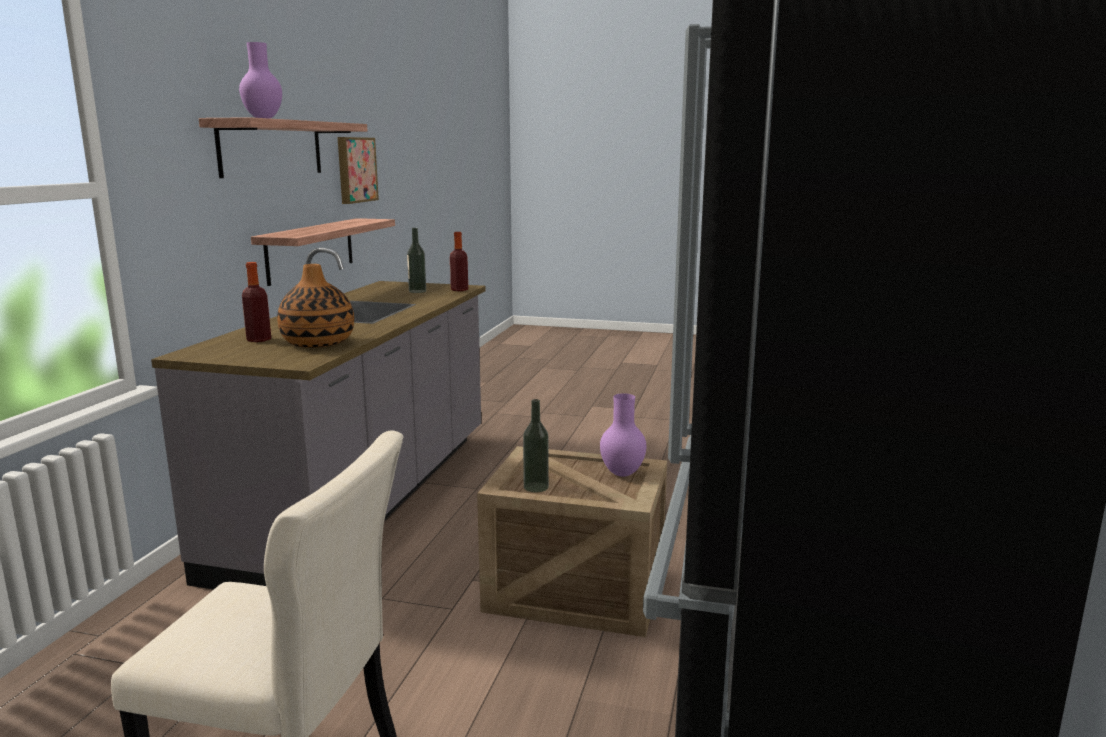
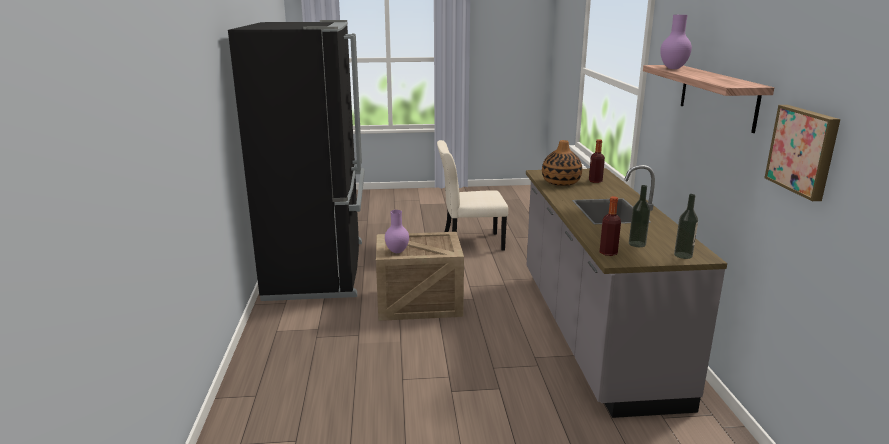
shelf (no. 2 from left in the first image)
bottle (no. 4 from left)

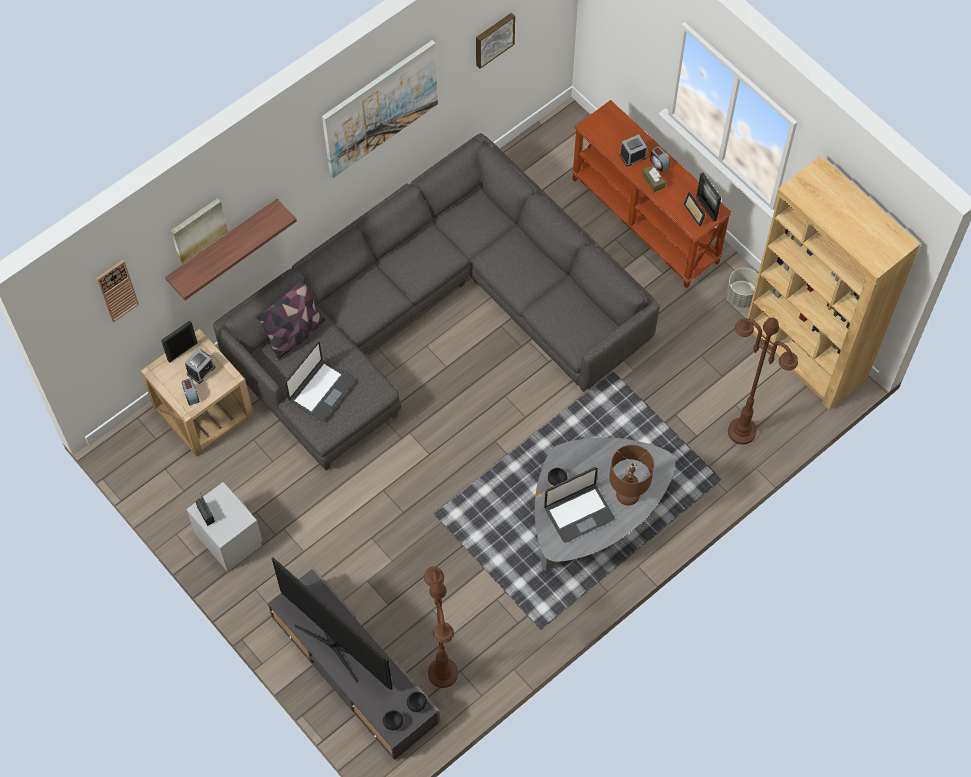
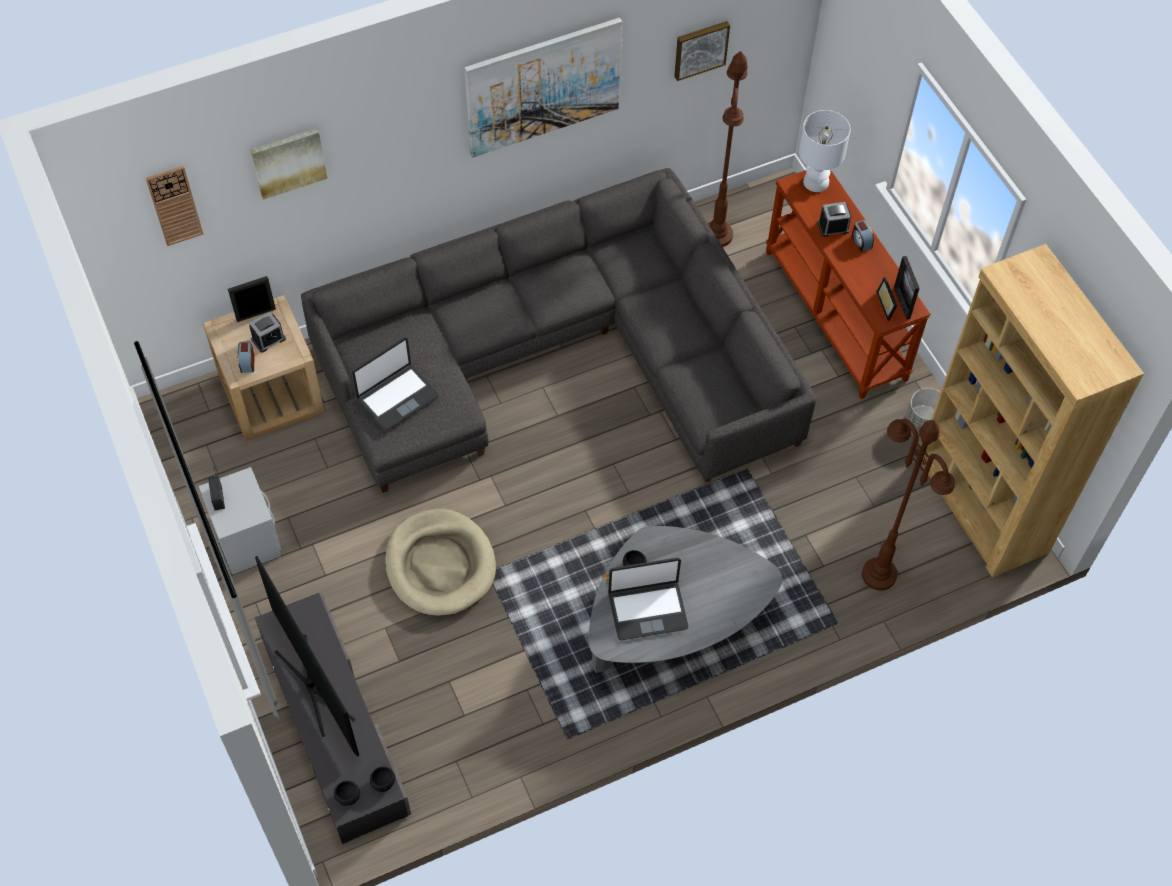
shelf
pillow
brown table lamp
brown tissue box
beige dog bed
white table lamp
brown floor lamp (no. 1 from left)

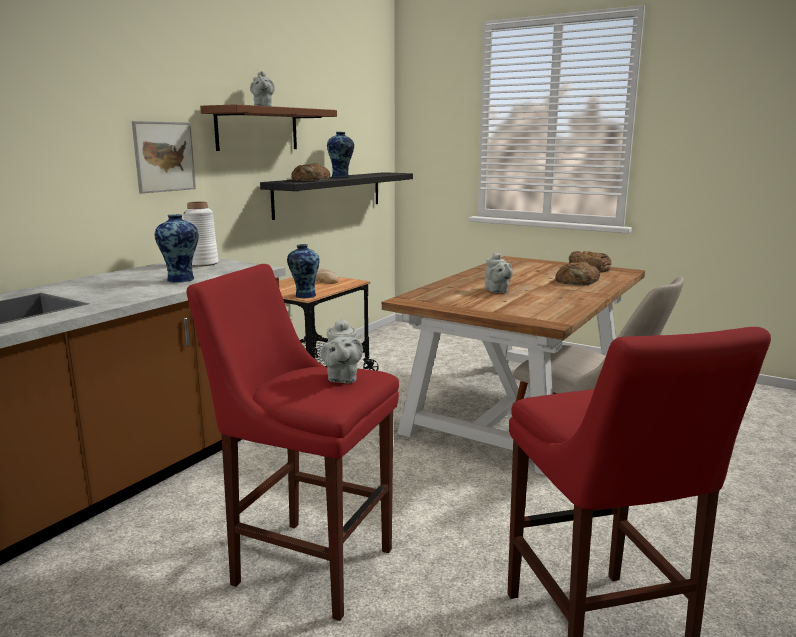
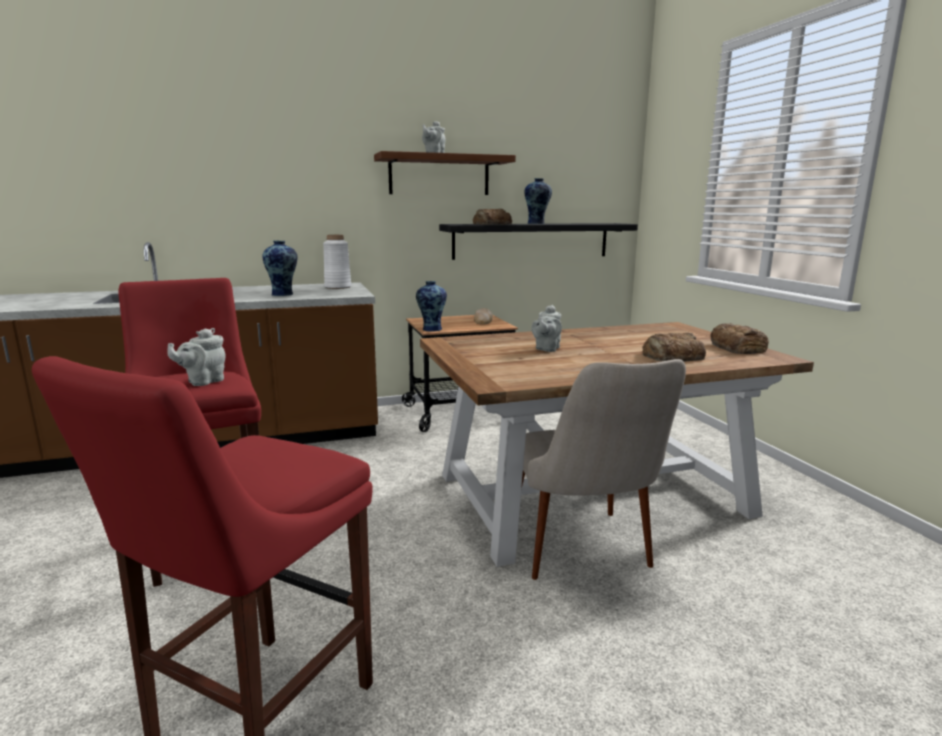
picture

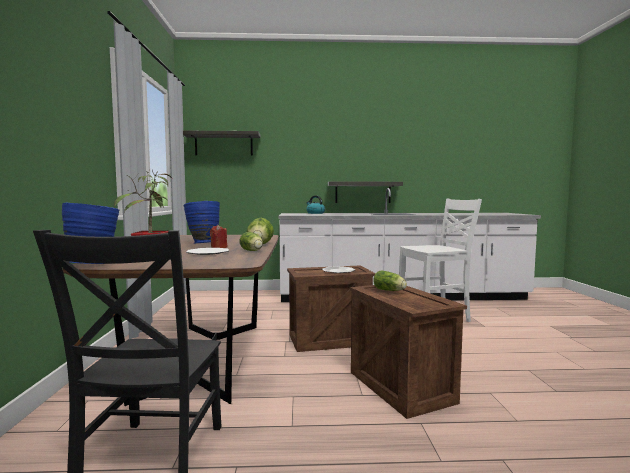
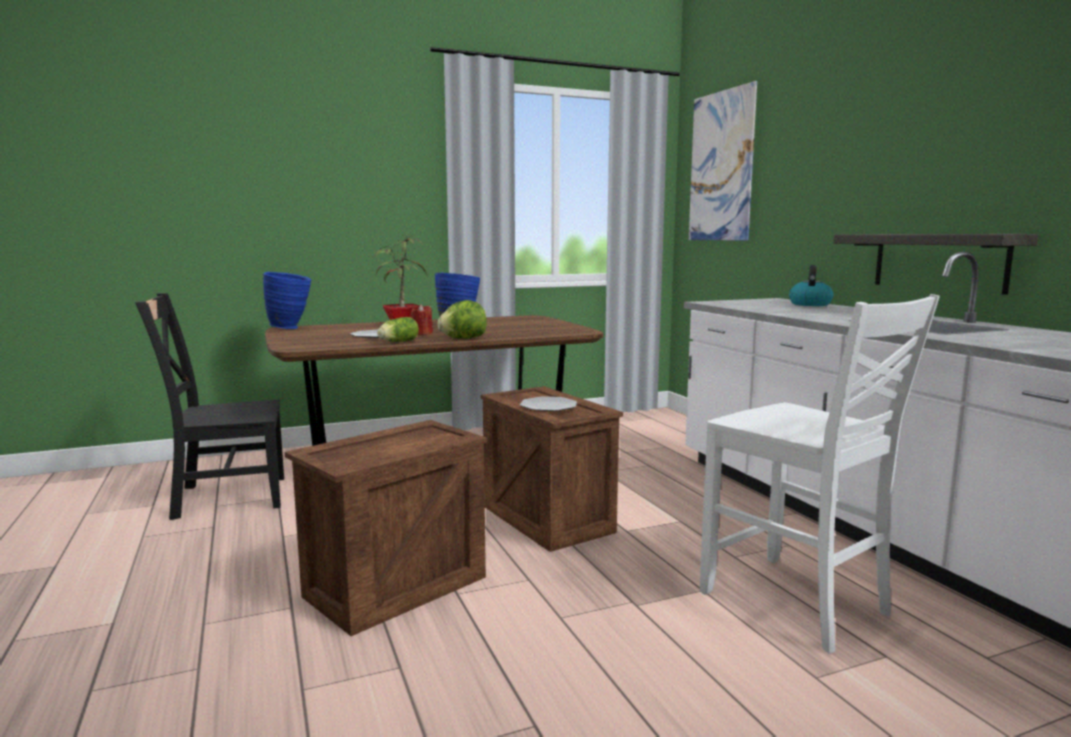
lettuce (no. 3 from left in the first image)
picture

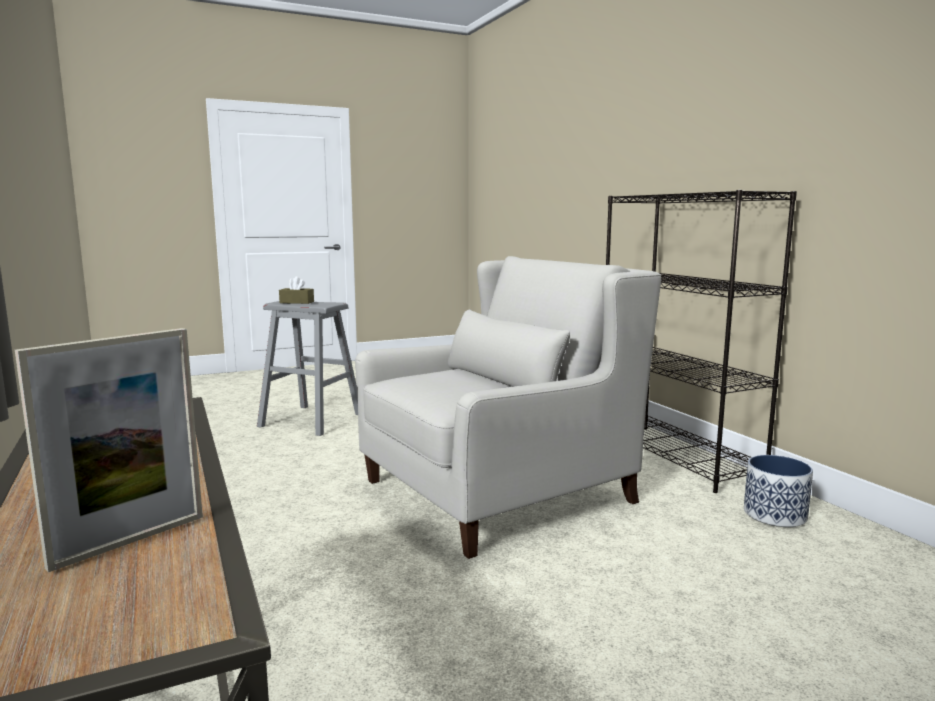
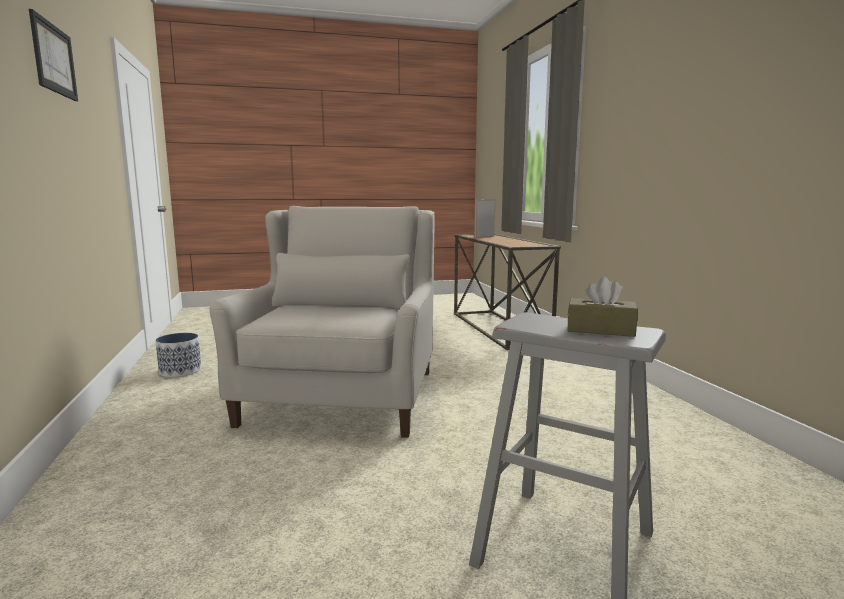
black bookcase
picture
white armchair

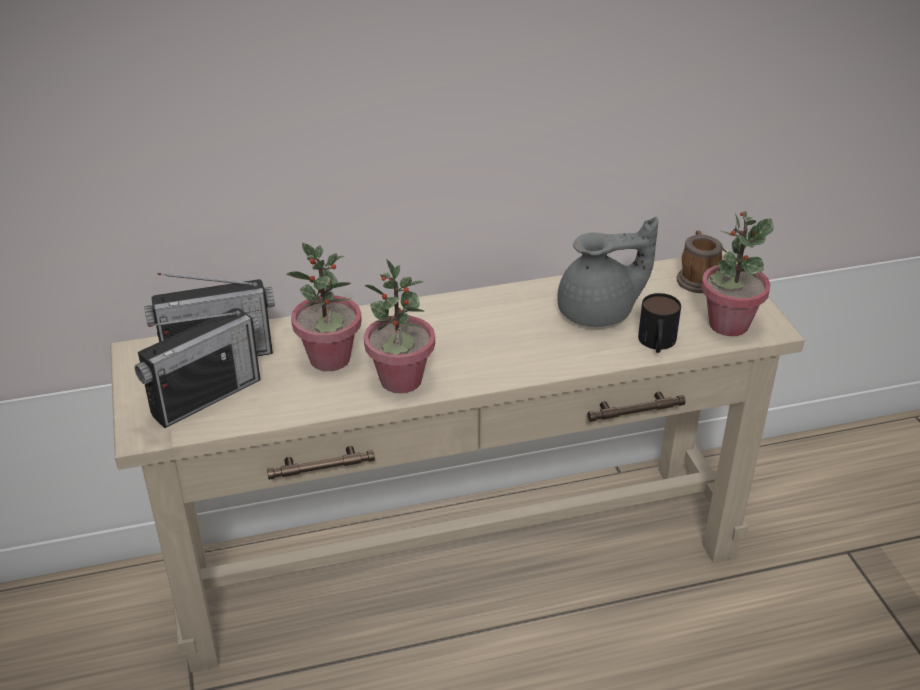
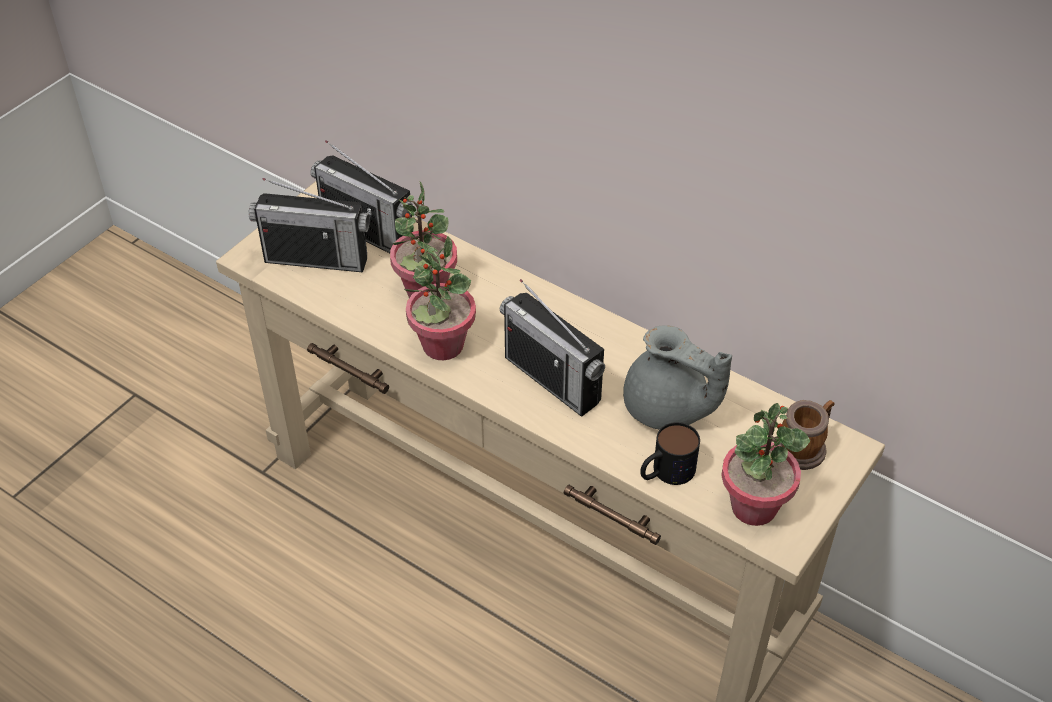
radio (no. 3 from left)

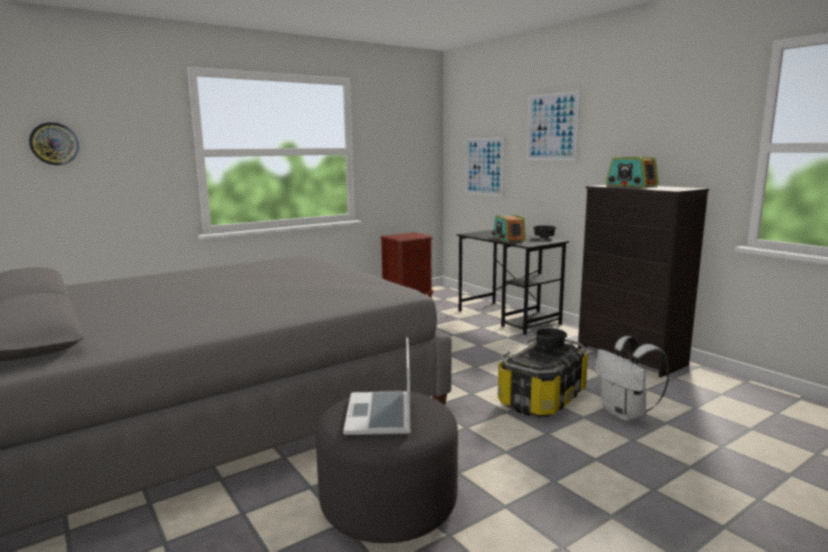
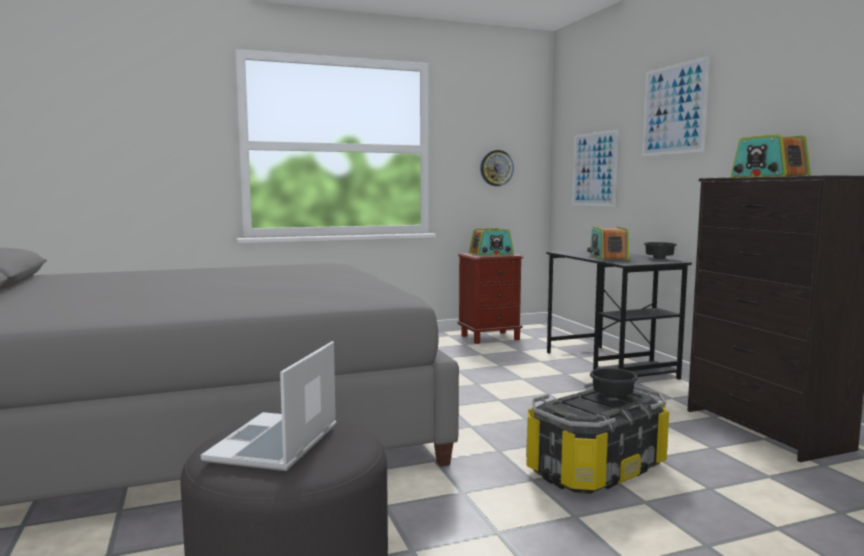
white backpack
radio (no. 1 from left)
wall clock

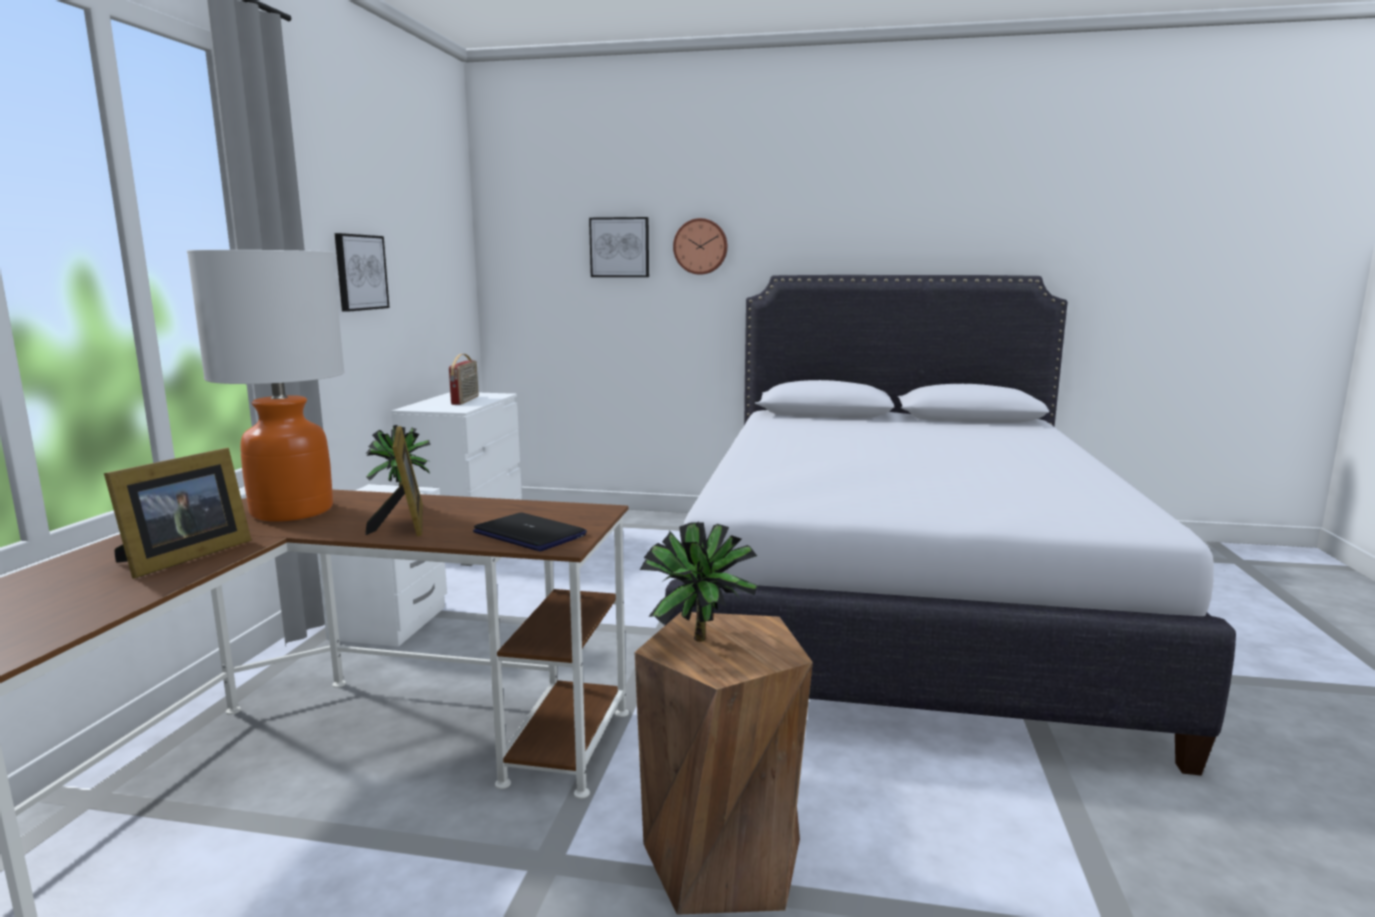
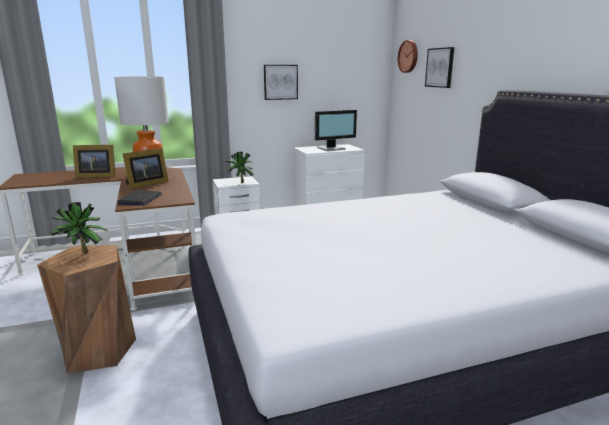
wall clock
monitor

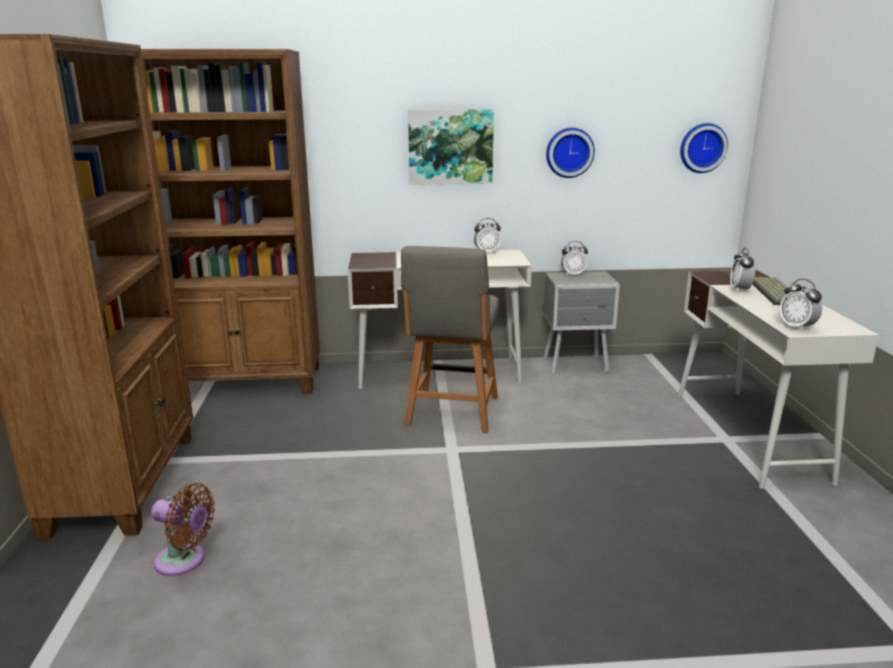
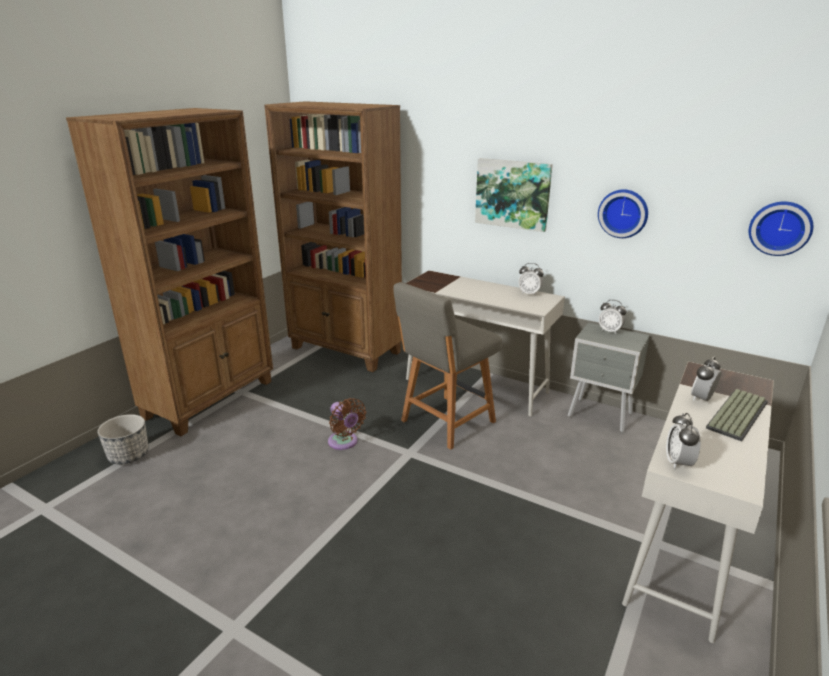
planter
brown fan

